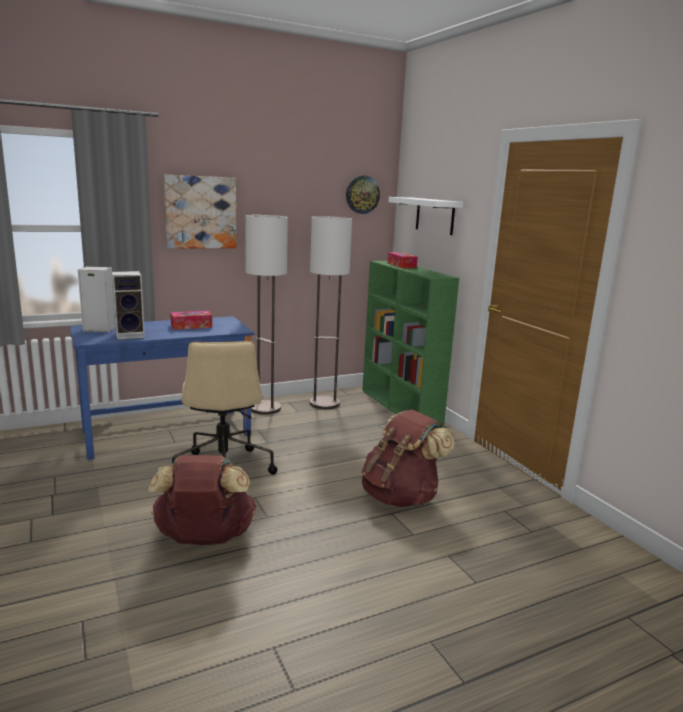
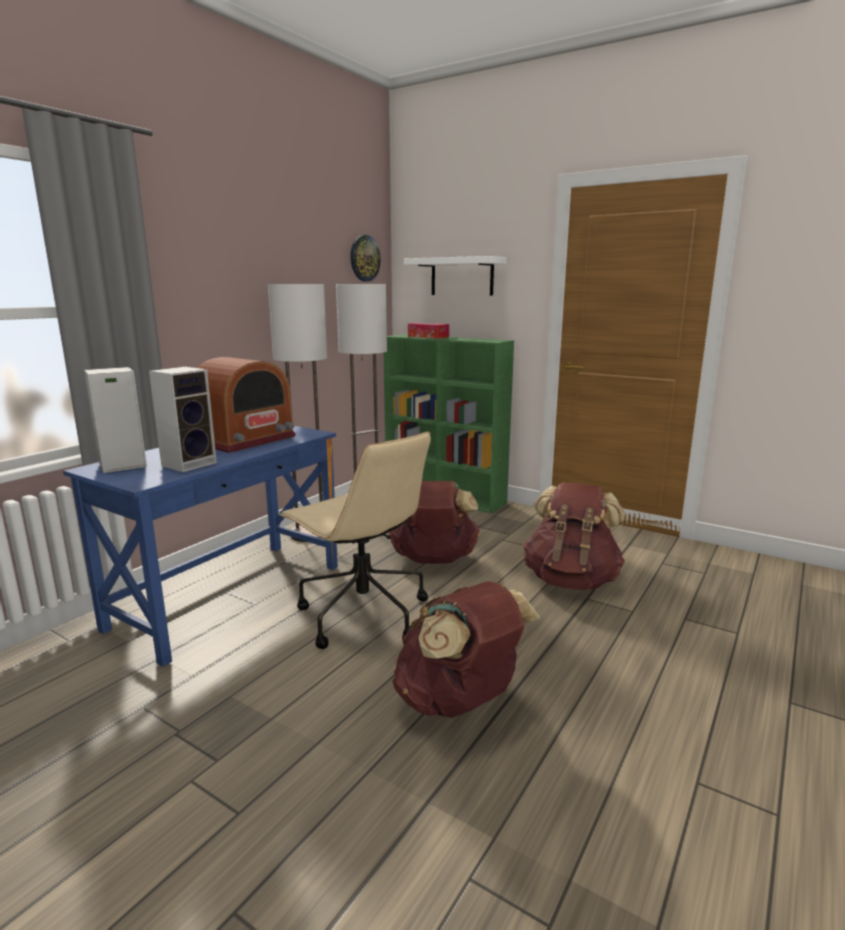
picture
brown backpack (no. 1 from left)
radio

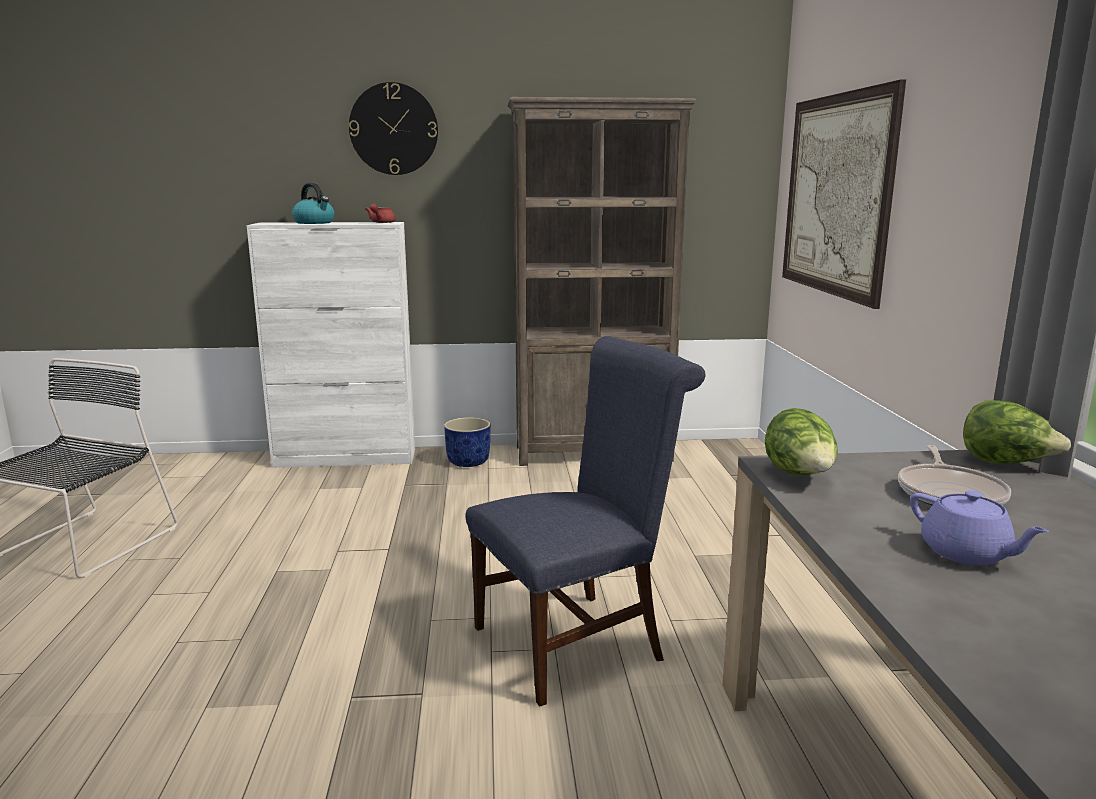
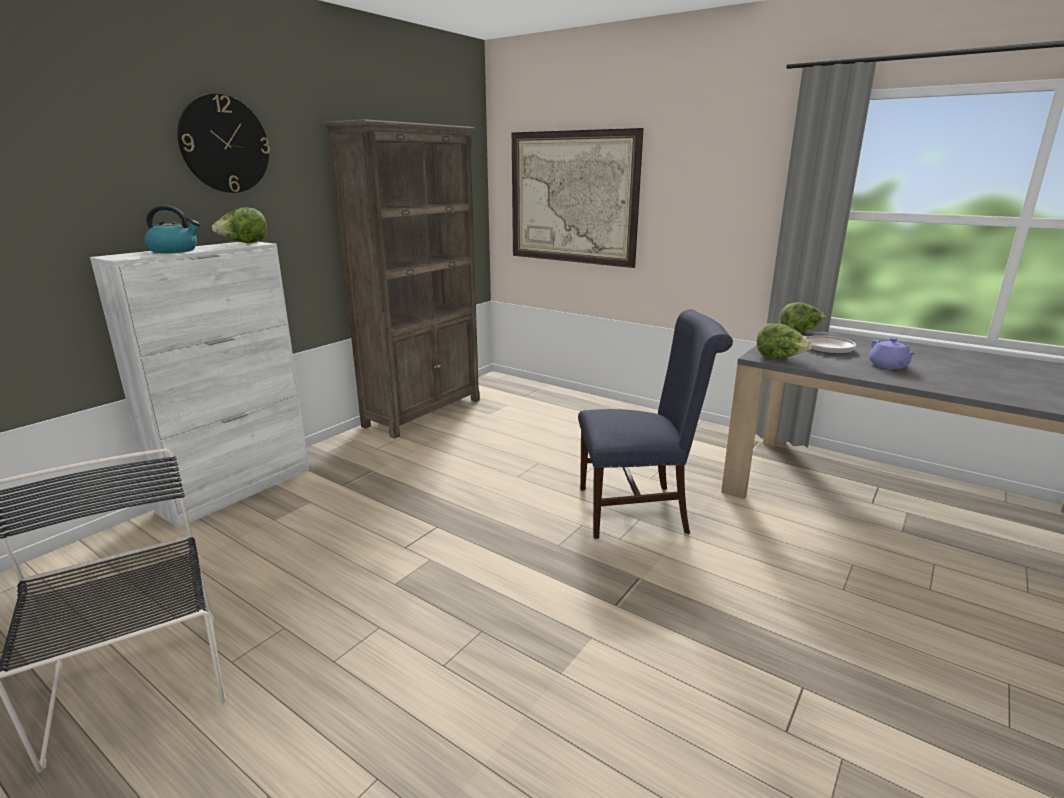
blue planter
lettuce (no. 1 from left)
blue chair
purple teapot

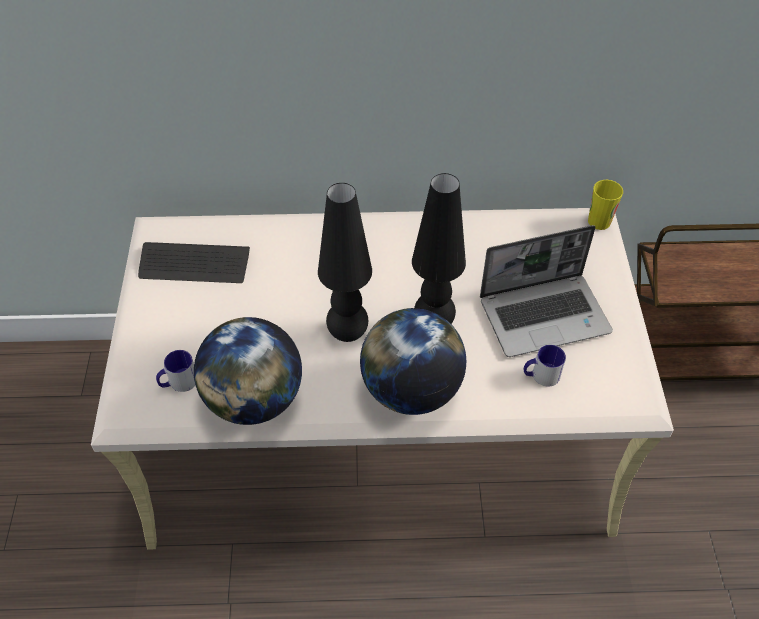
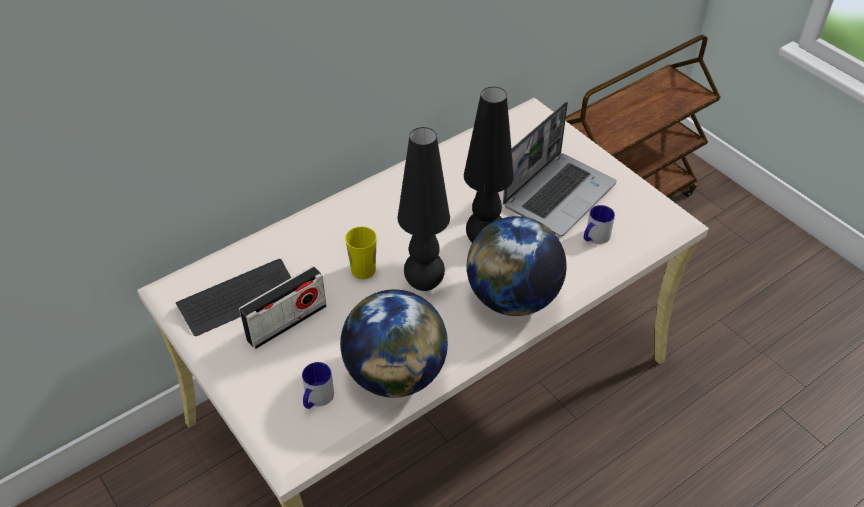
radio
cup

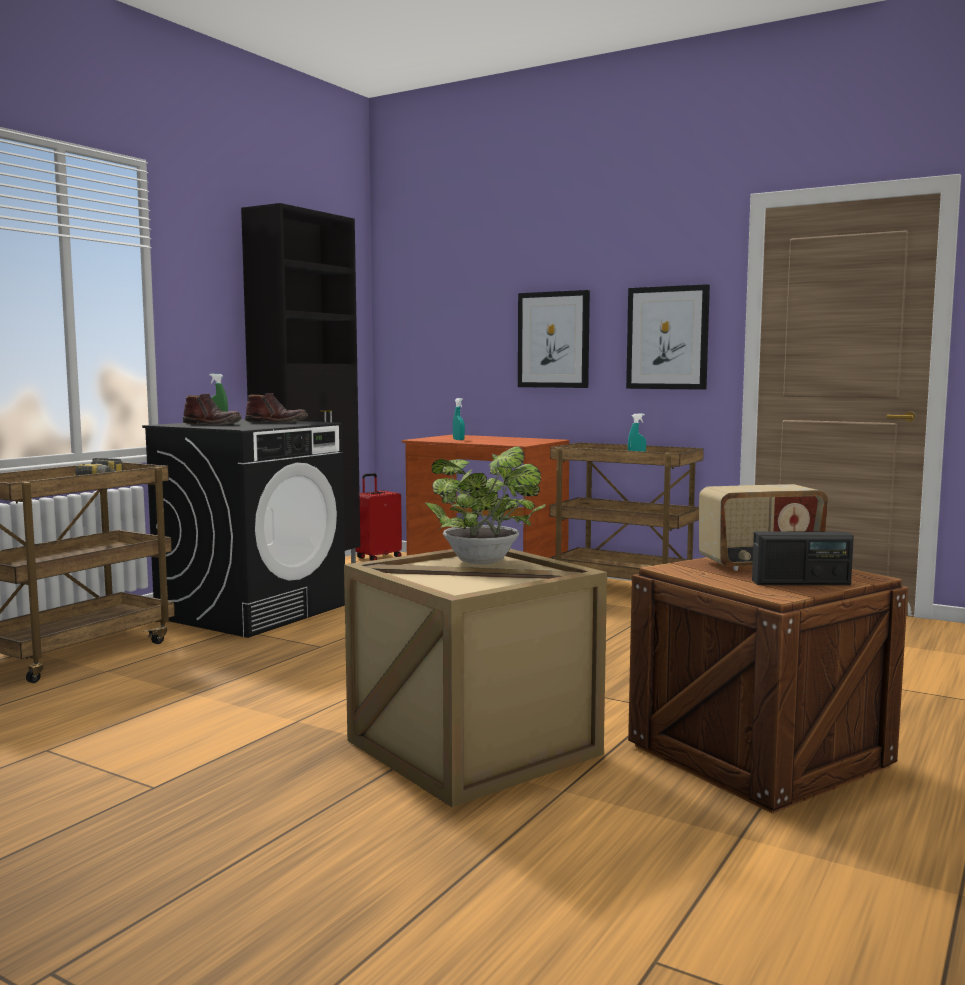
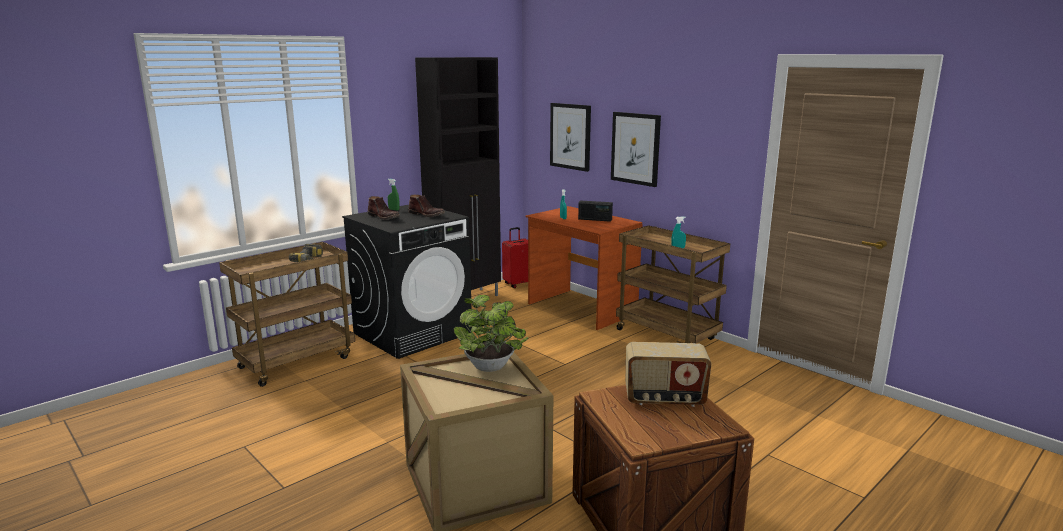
picture (no. 1 from left)
radio (no. 1 from left)

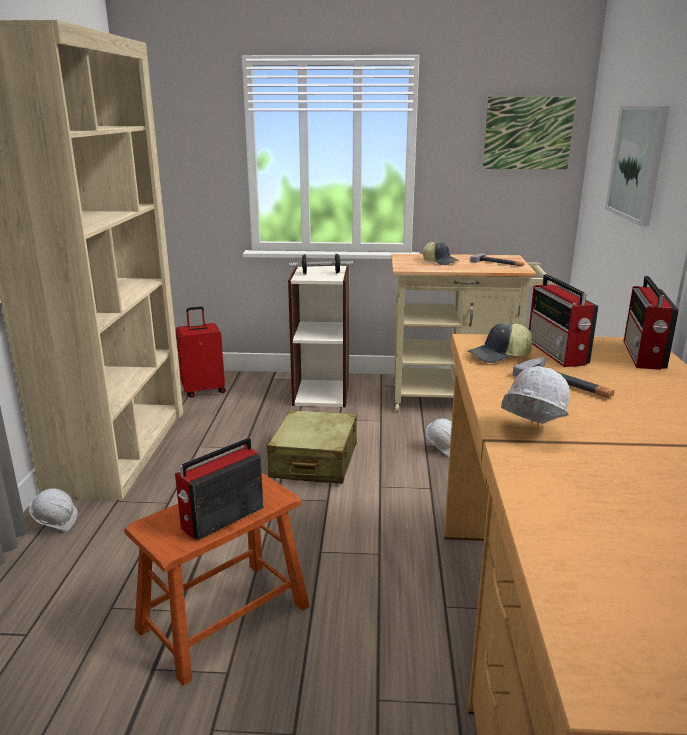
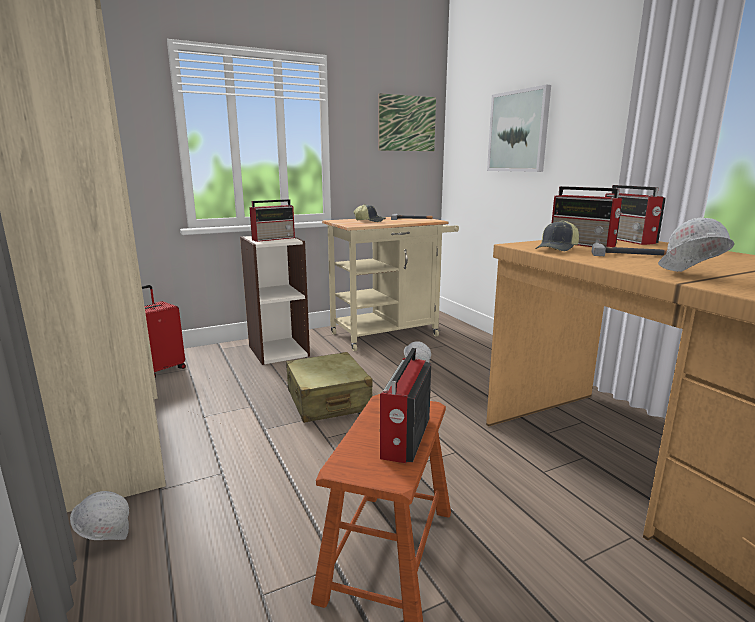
radio (no. 1 from left)

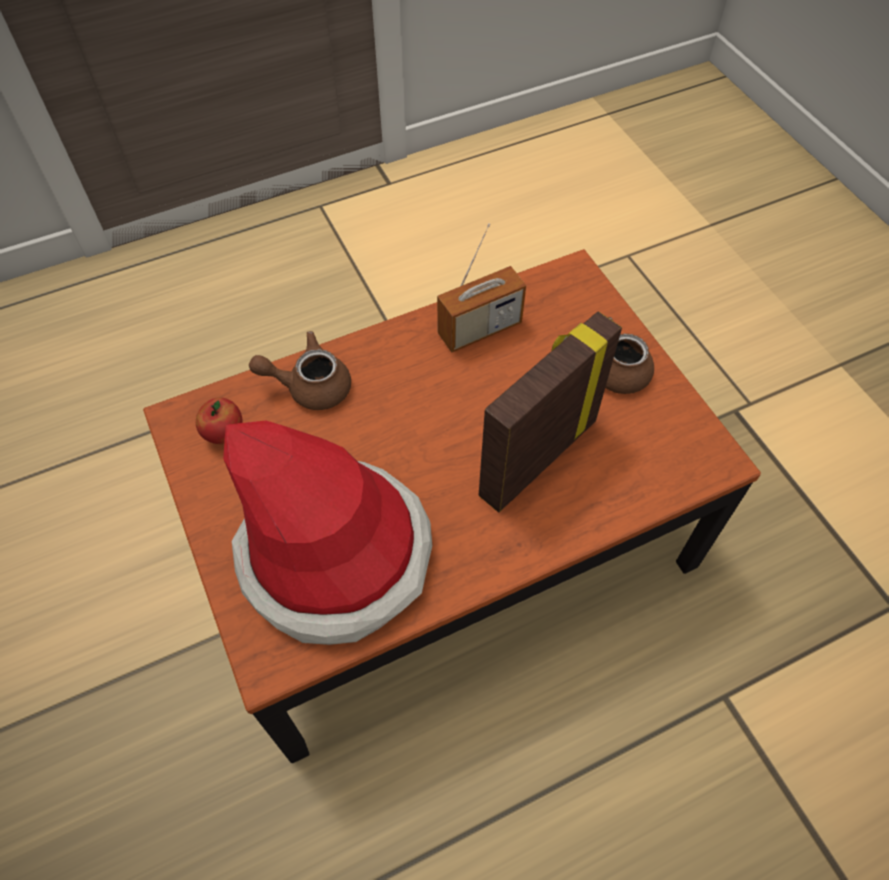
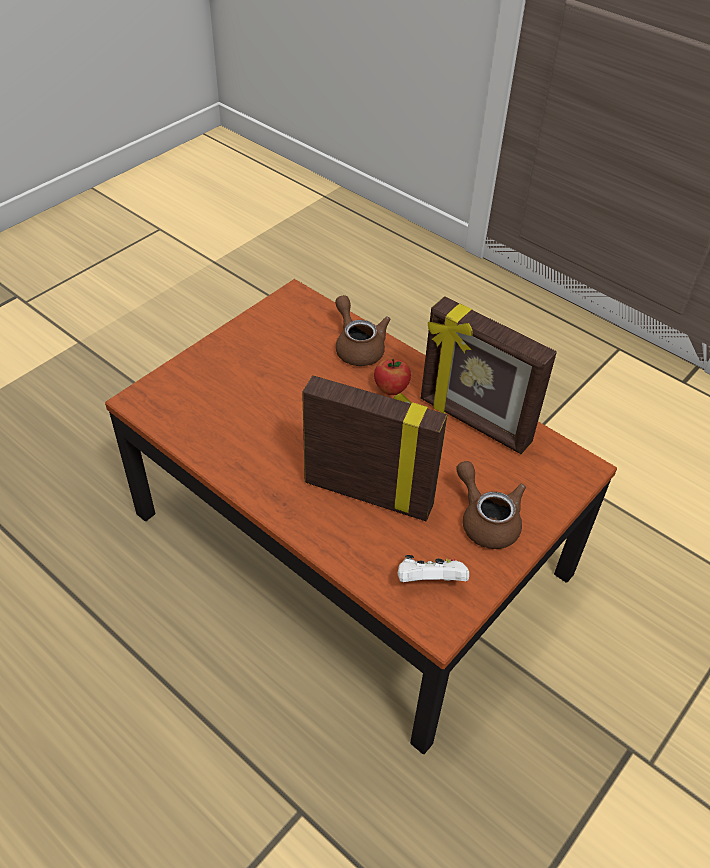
hat
white game controller
apple
picture frame (no. 2 from left)

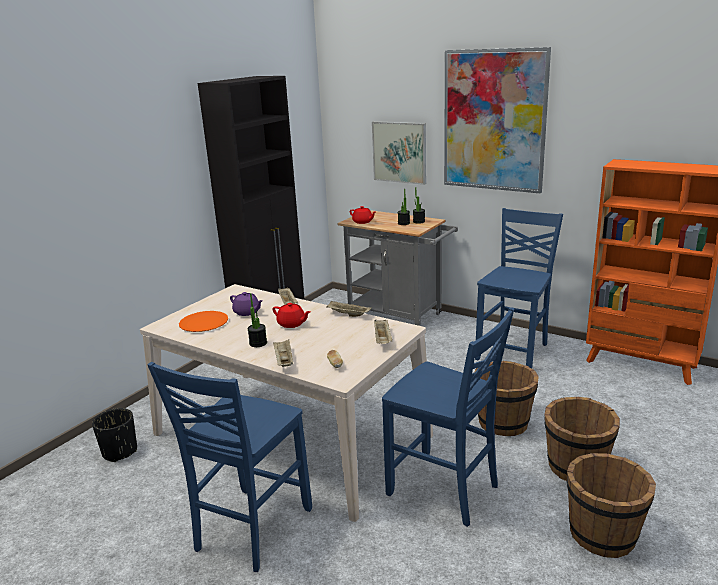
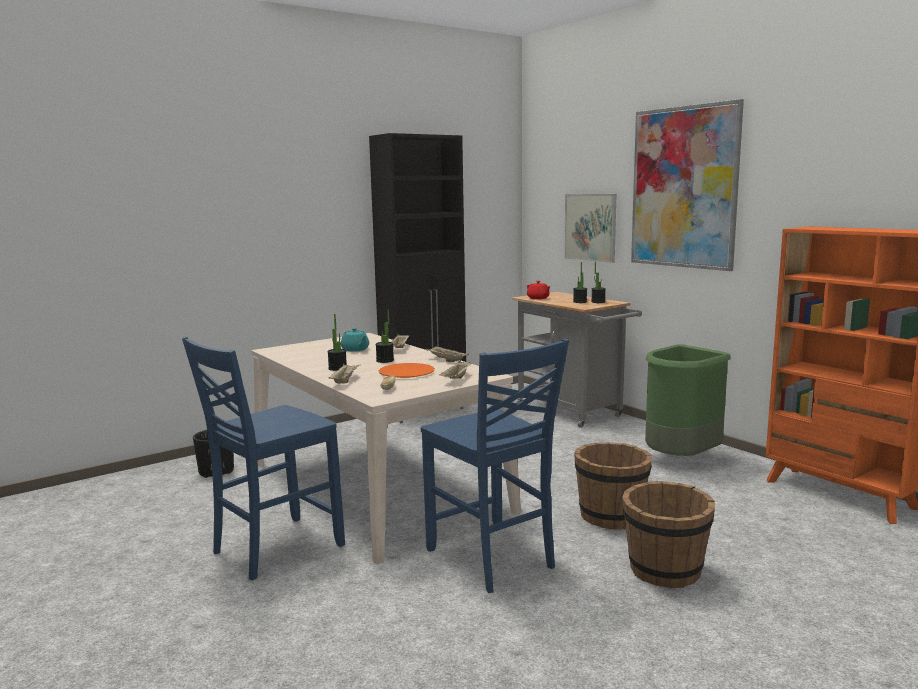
brown bucket (no. 3 from left in the first image)
orange plate
potted plant (no. 2 from left)
green trash can
turquoise teapot

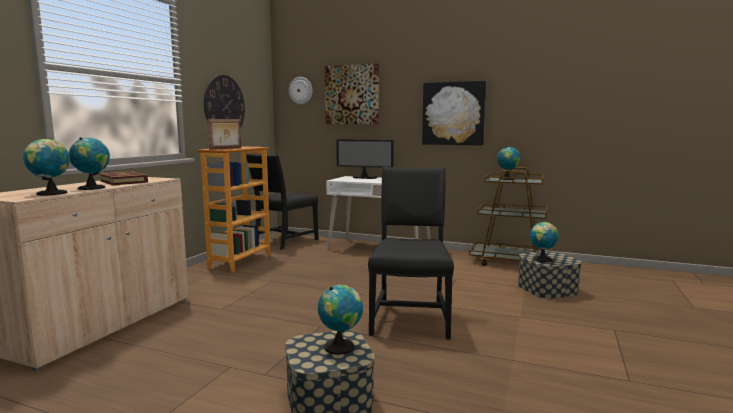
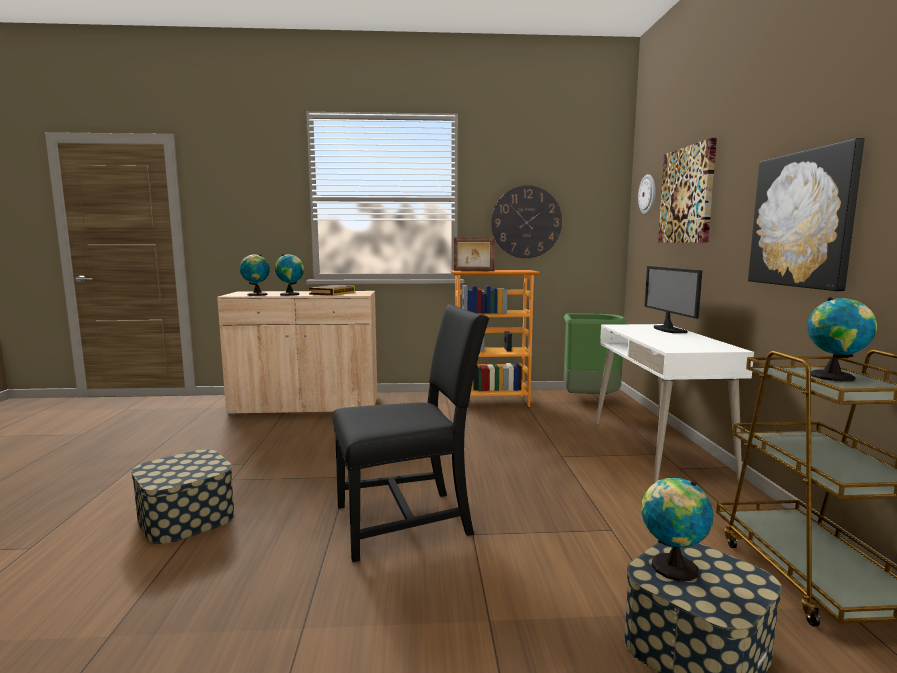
globe (no. 3 from left in the first image)
green trash can

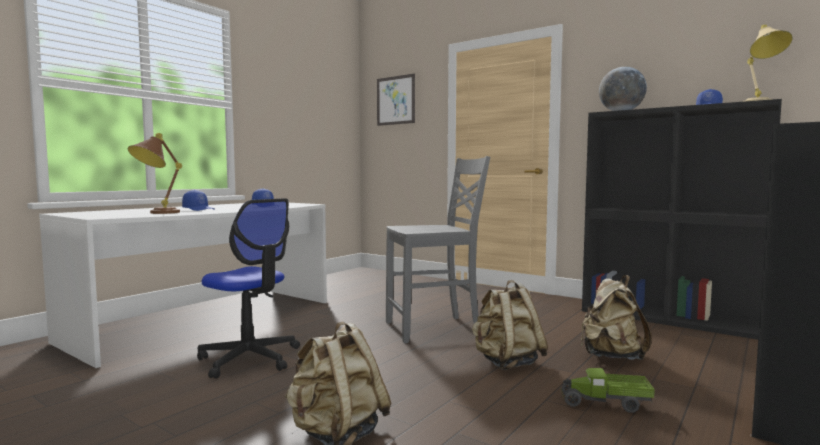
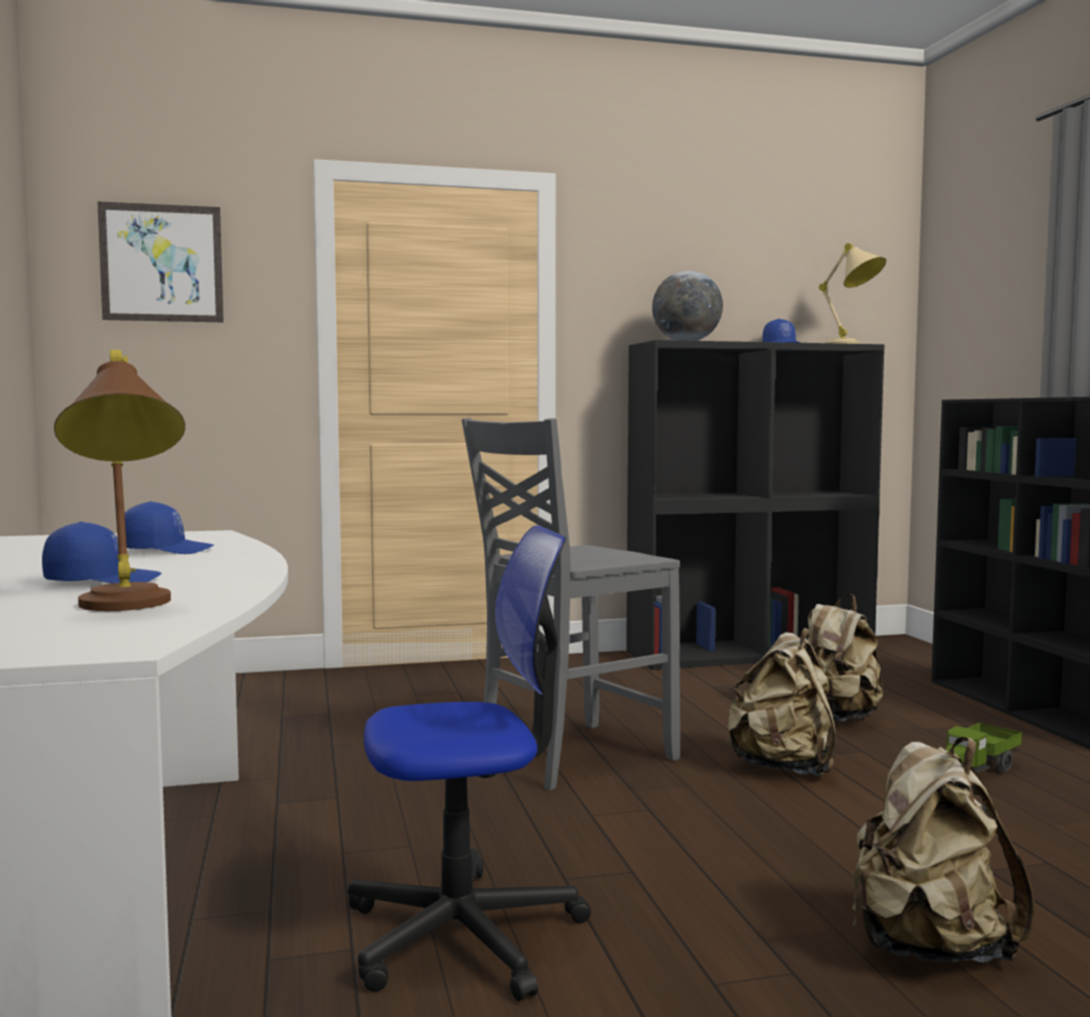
grey chair

